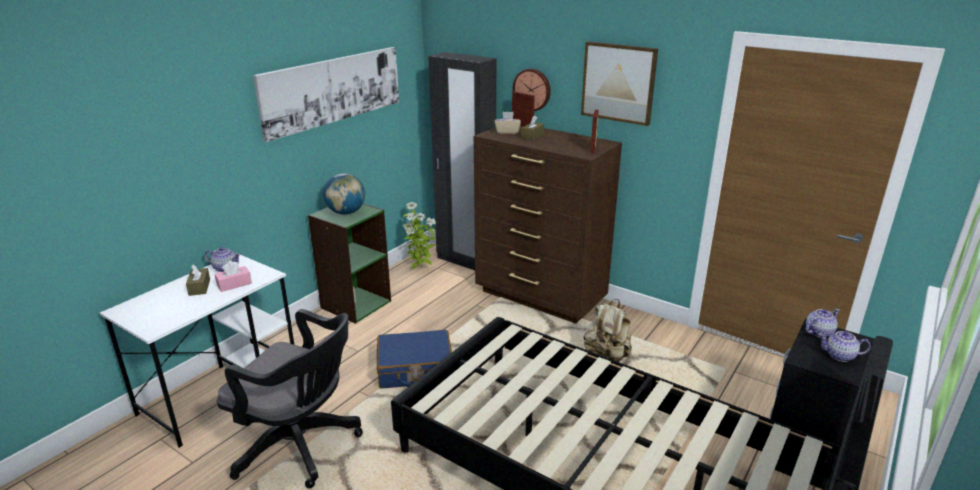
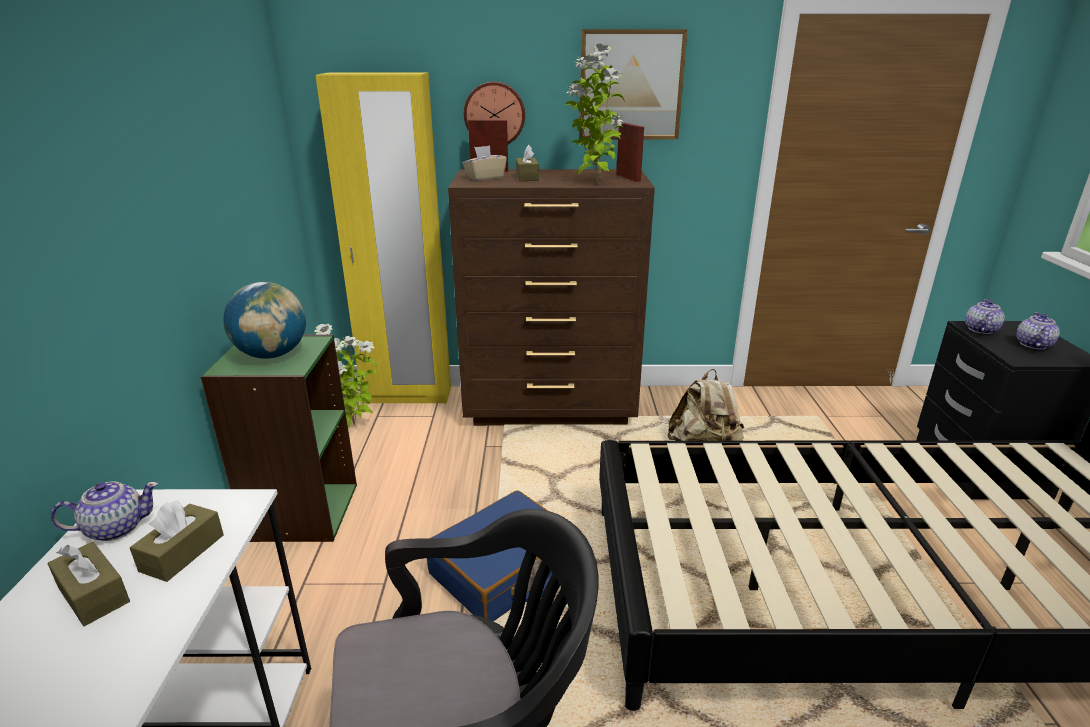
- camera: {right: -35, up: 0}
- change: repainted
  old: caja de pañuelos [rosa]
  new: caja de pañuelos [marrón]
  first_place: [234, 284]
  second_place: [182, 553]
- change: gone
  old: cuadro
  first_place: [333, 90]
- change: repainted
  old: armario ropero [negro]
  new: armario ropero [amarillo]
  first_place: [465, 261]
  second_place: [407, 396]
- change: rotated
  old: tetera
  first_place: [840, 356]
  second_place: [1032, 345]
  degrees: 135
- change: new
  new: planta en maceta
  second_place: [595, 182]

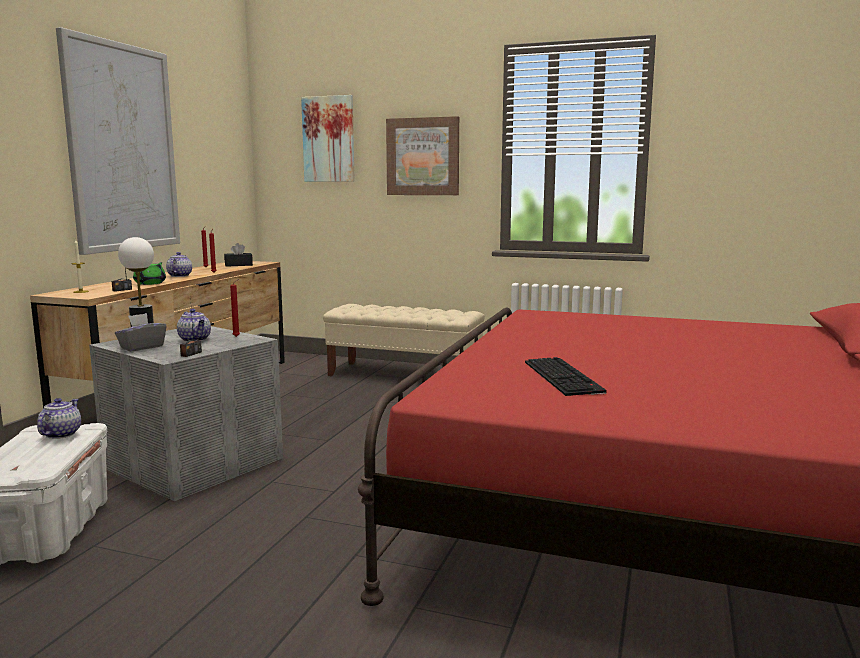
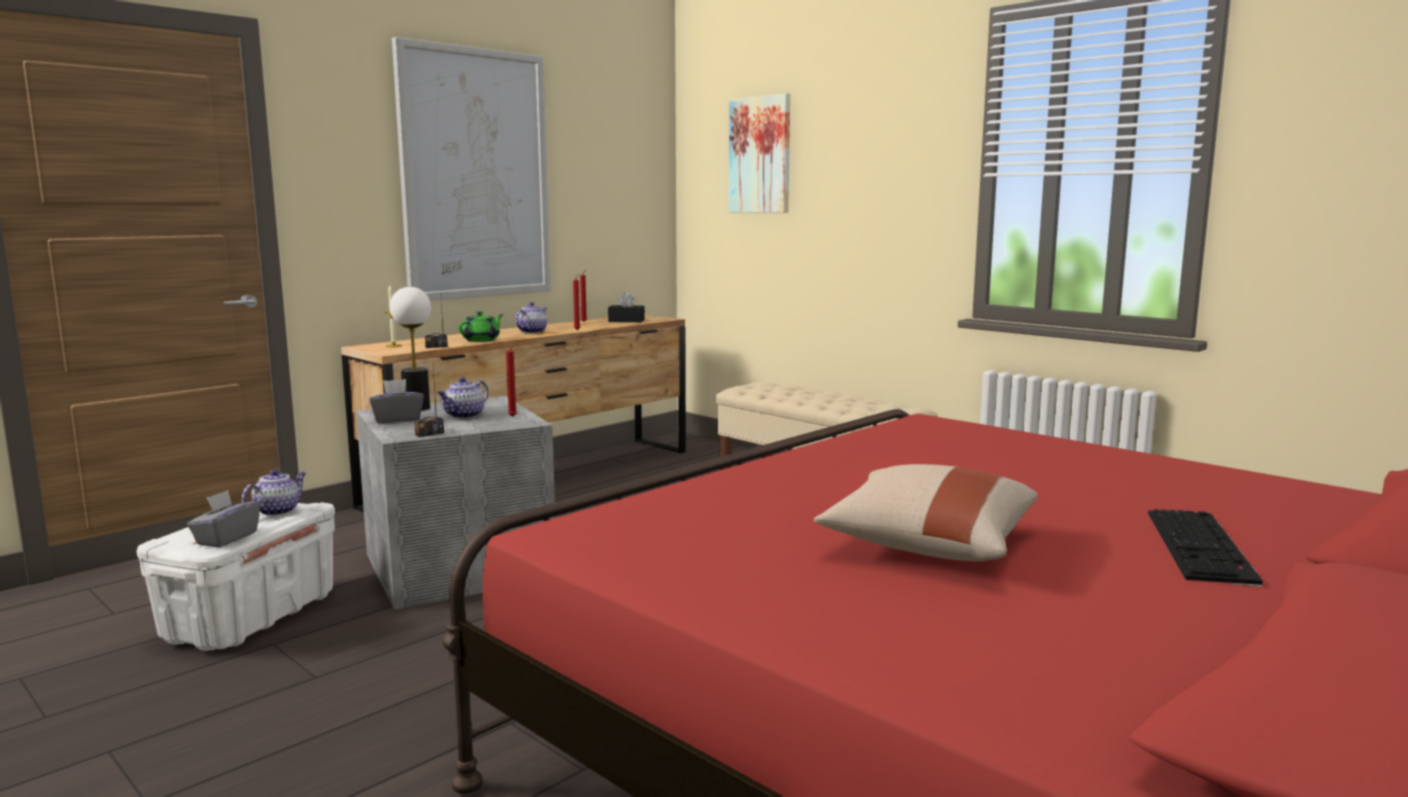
- camera: {right: 25, up: 0}
- change: rotated
  old: tetera
  first_place: [195, 339]
  second_place: [464, 416]
  degrees: 45
- change: gone
  old: cuadro
  first_place: [423, 157]
- change: shifted
  old: teclado
  first_place: [564, 377]
  second_place: [1203, 547]
- change: new
  new: caja de pañuelos [gris]
  second_place: [226, 538]
- change: new
  new: cojín [beis]
  second_place: [928, 544]

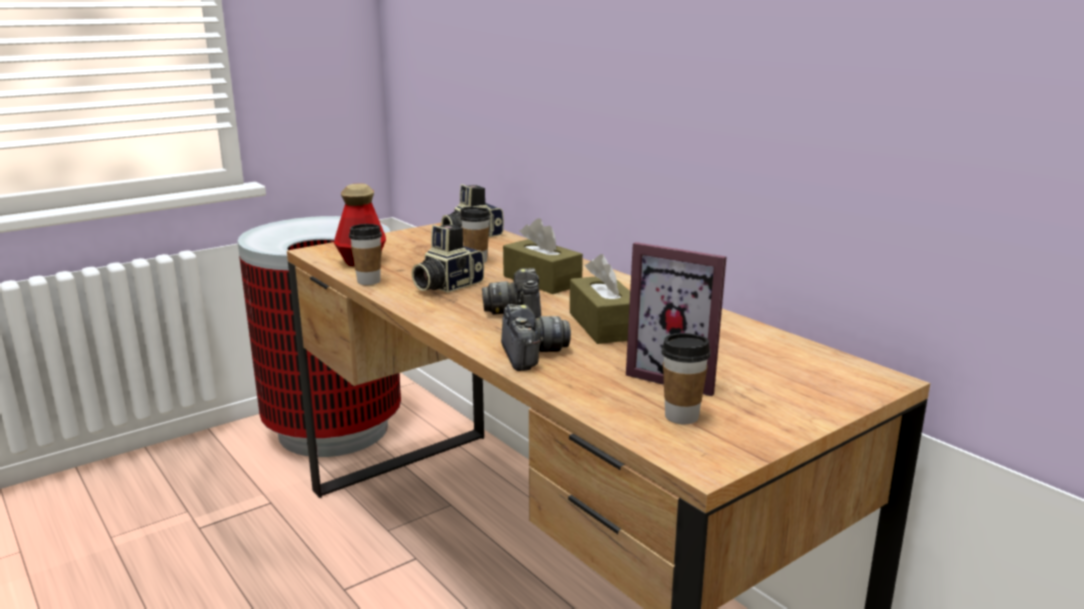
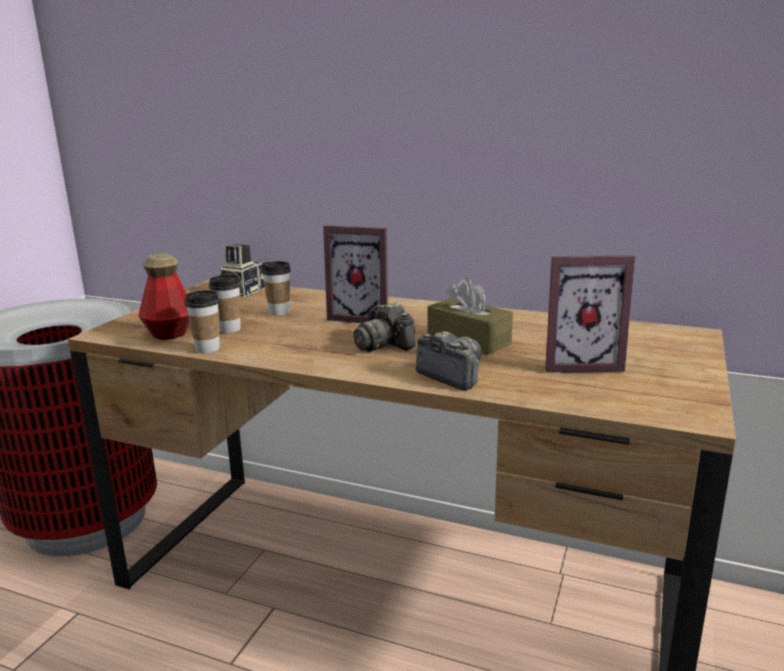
- camera: {right: -30, up: 0}
- change: gone
  old: cámara
  first_place: [446, 285]
- change: swapped
  old: caja de pañuelos [marrón]
  new: portarretratos
  first_place: [542, 281]
  second_place: [362, 317]
- change: shifted
  old: taza
  first_place: [681, 416]
  second_place: [229, 329]

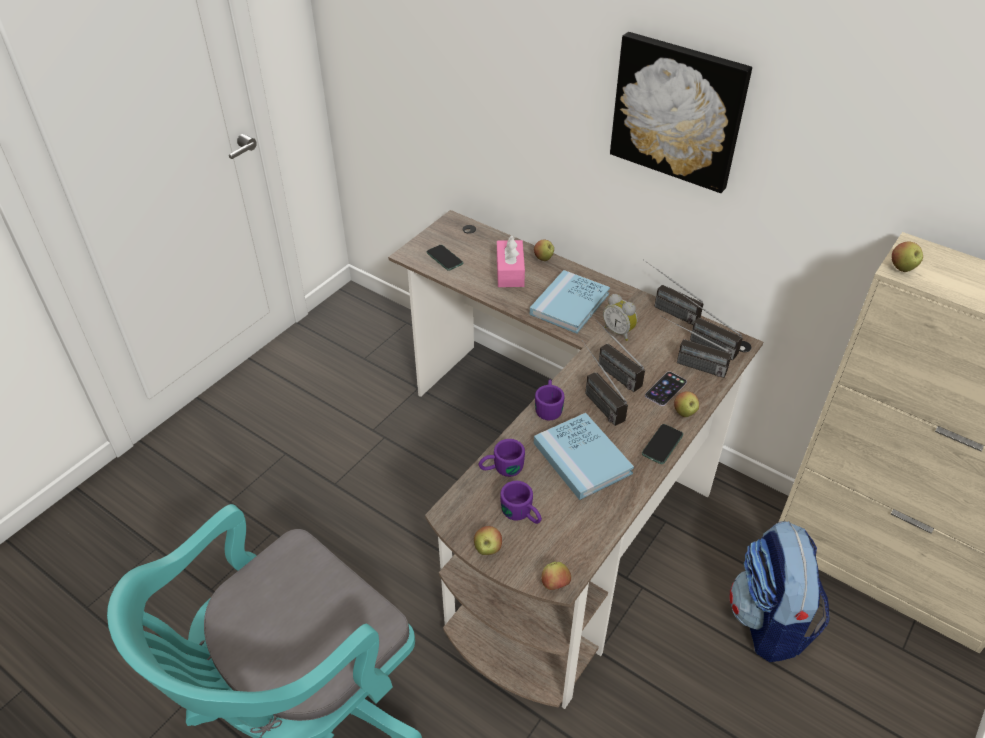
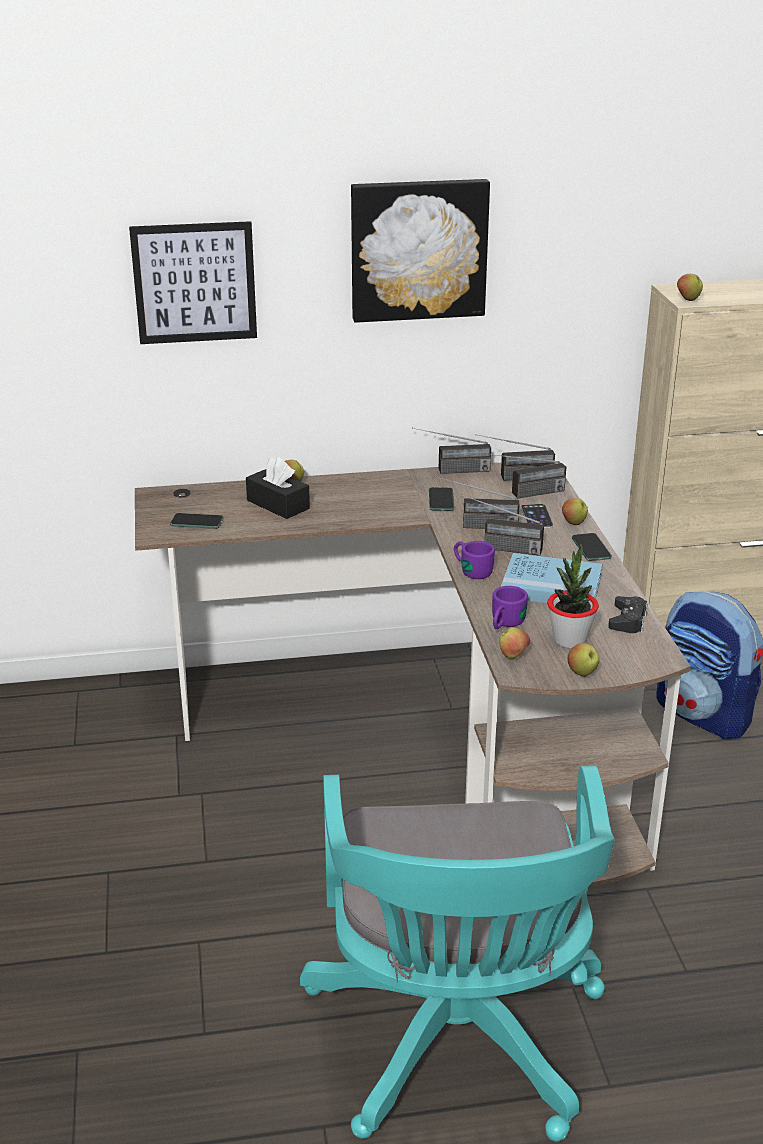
- camera: {right: -45, up: -15}
- change: repainted
  old: caja de pañuelos [rosa]
  new: caja de pañuelos [negro]
  first_place: [510, 272]
  second_place: [278, 504]
- change: swapped
  old: taza grande [morado]
  new: planta en maceta
  first_place: [522, 514]
  second_place: [569, 640]
- change: gone
  old: libro [azul]
  first_place: [569, 304]
- change: shifted
  old: manzana
  first_place: [555, 585]
  second_place: [513, 656]
- change: swapped
  old: despertador
  new: móvil
  first_place: [619, 331]
  second_place: [441, 500]
- change: new
  new: cuadro
  second_place: [194, 283]
- change: new
  new: mando de consola [negro]
  second_place: [628, 620]

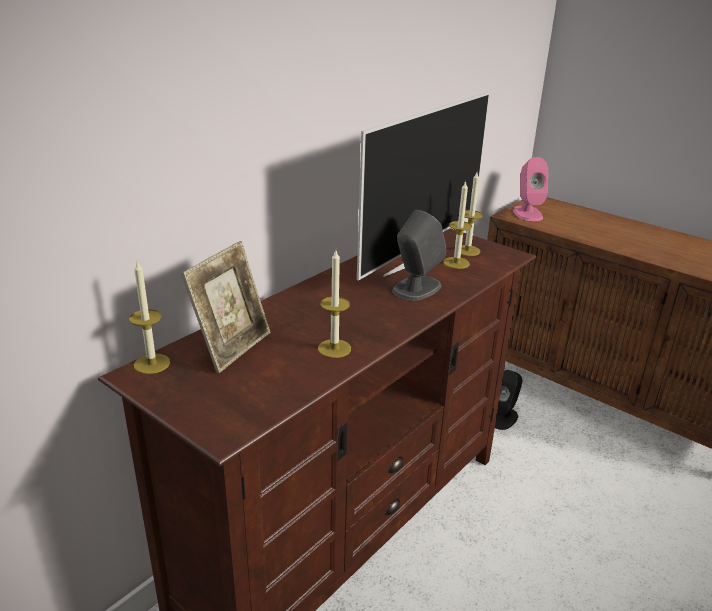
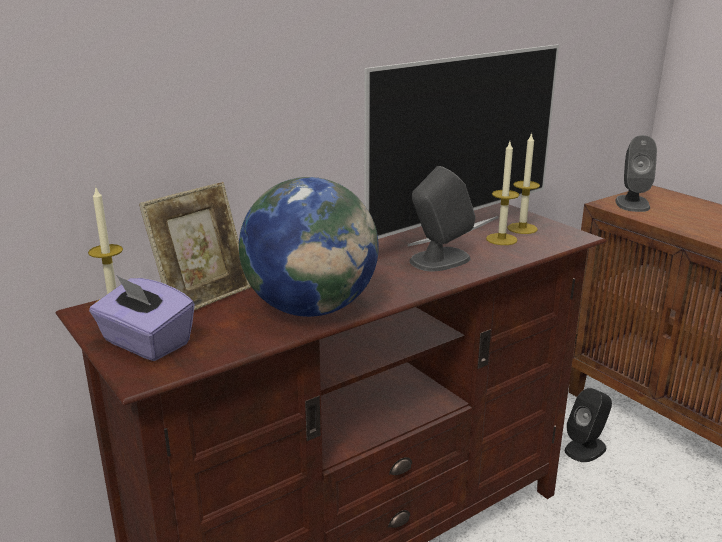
- camera: {right: 15, up: -5}
- change: swapped
  old: vela
  new: globo terráqueo
  first_place: [334, 348]
  second_place: [311, 308]
- change: repainted
  old: altavoz [rosa]
  new: altavoz [gris]
  first_place: [527, 213]
  second_place: [632, 204]
- change: new
  new: caja de pañuelos [morado]
  second_place: [145, 343]

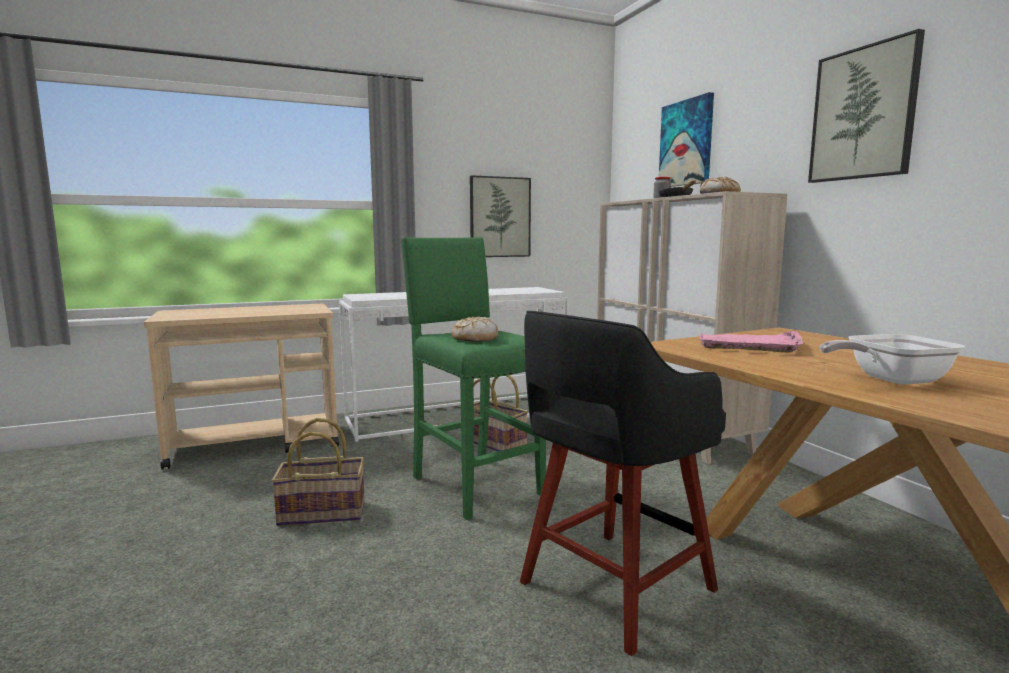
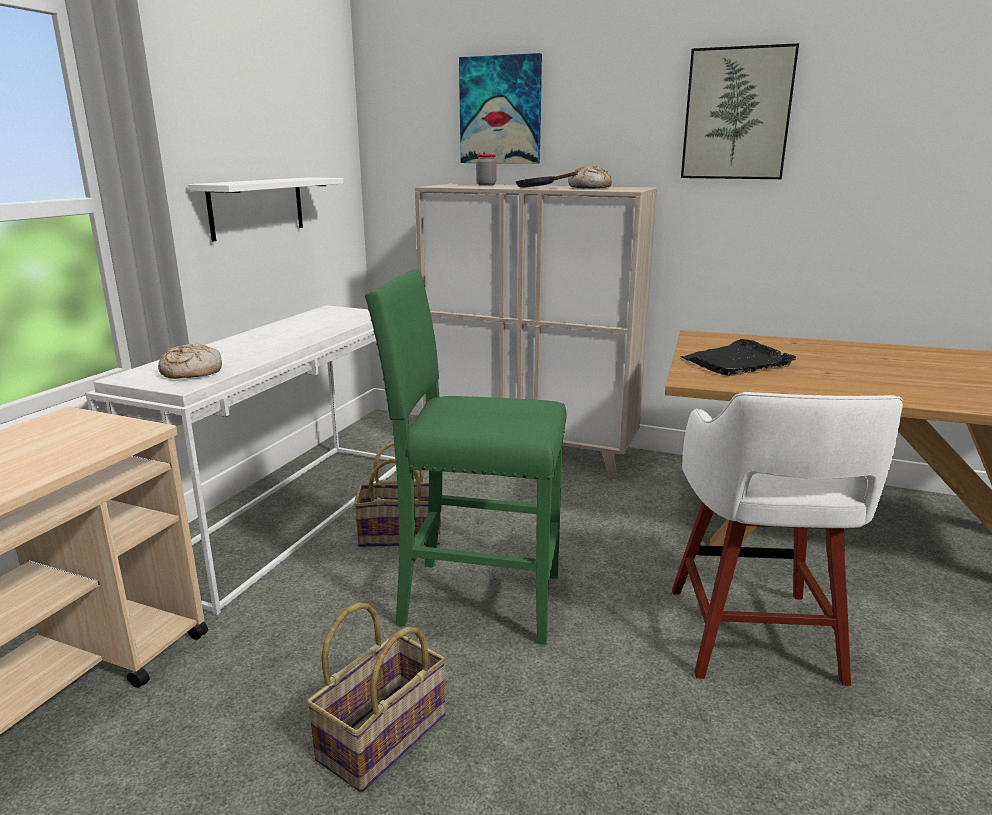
- camera: {right: -45, up: 10}
- change: shifted
  old: pan
  first_place: [474, 339]
  second_place: [191, 372]
- change: swapped
  old: cuadro
  new: estante [blanco]
  first_place: [499, 217]
  second_place: [257, 207]
- change: repainted
  old: taburete [negro]
  new: taburete [blanco]
  first_place: [612, 588]
  second_place: [753, 638]
- change: repainted
  old: bandeja [rosa]
  new: bandeja [negro]
  first_place: [749, 345]
  second_place: [737, 362]
- change: gone
  old: sartén
  first_place: [889, 380]

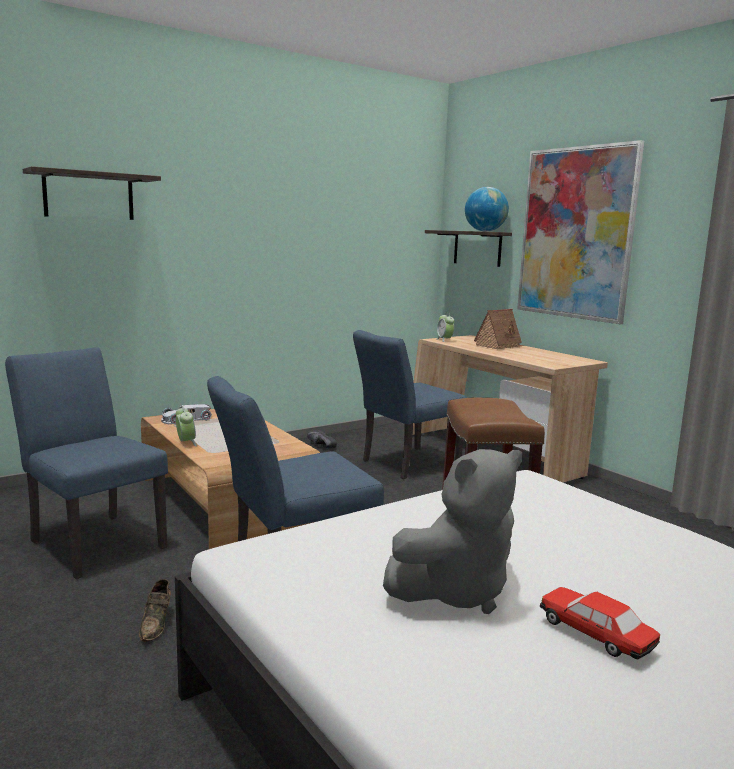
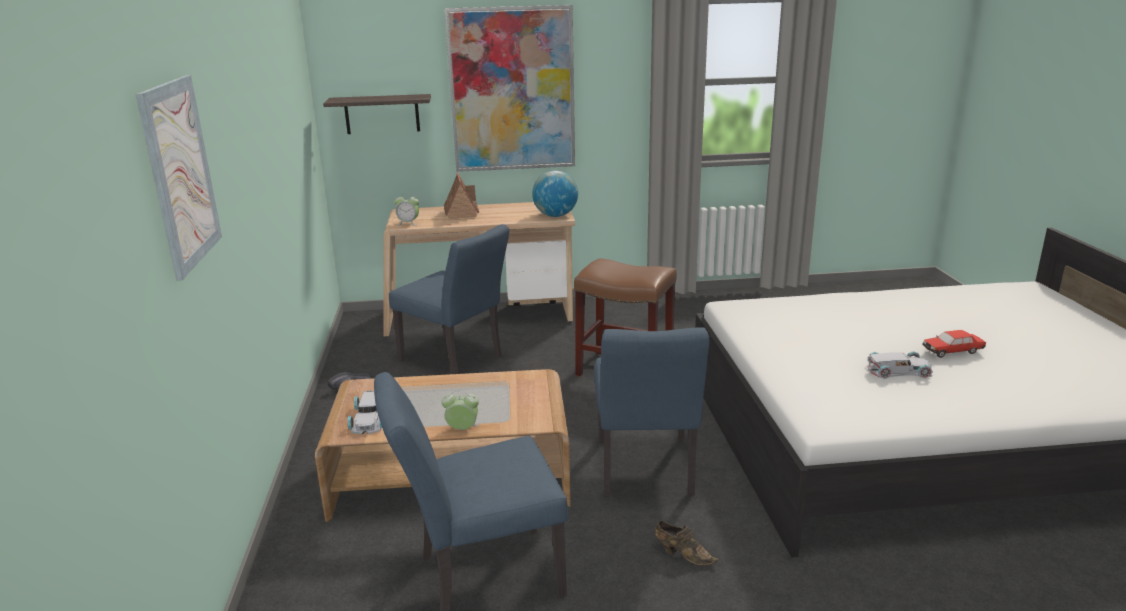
- camera: {right: -60, up: 10}
- change: swapped
  old: estante
  new: cuadro
  first_place: [89, 196]
  second_place: [181, 174]
- change: rotated
  old: silla [azul]
  first_place: [405, 464]
  second_place: [456, 360]
  degrees: -45
- change: swapped
  old: peluche [gris]
  new: coche de juguete [blanco]
  first_place: [455, 592]
  second_place: [899, 371]
- change: shifted
  old: globo terráqueo
  first_place: [484, 231]
  second_place: [555, 215]

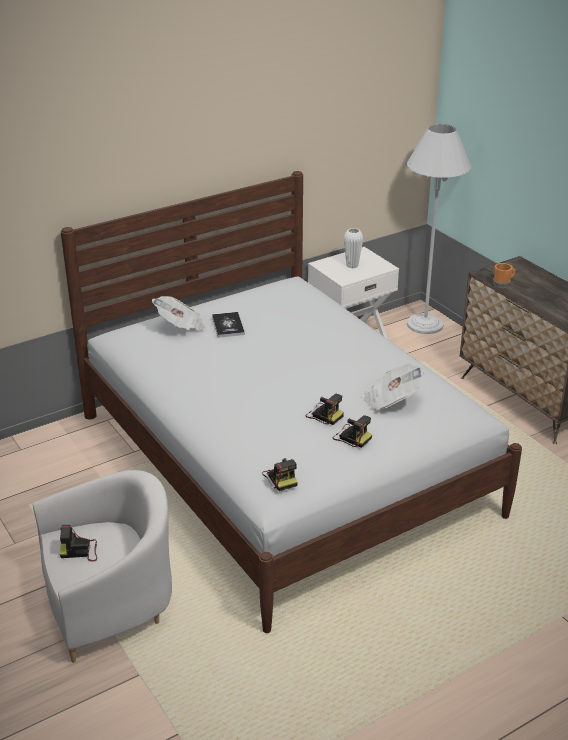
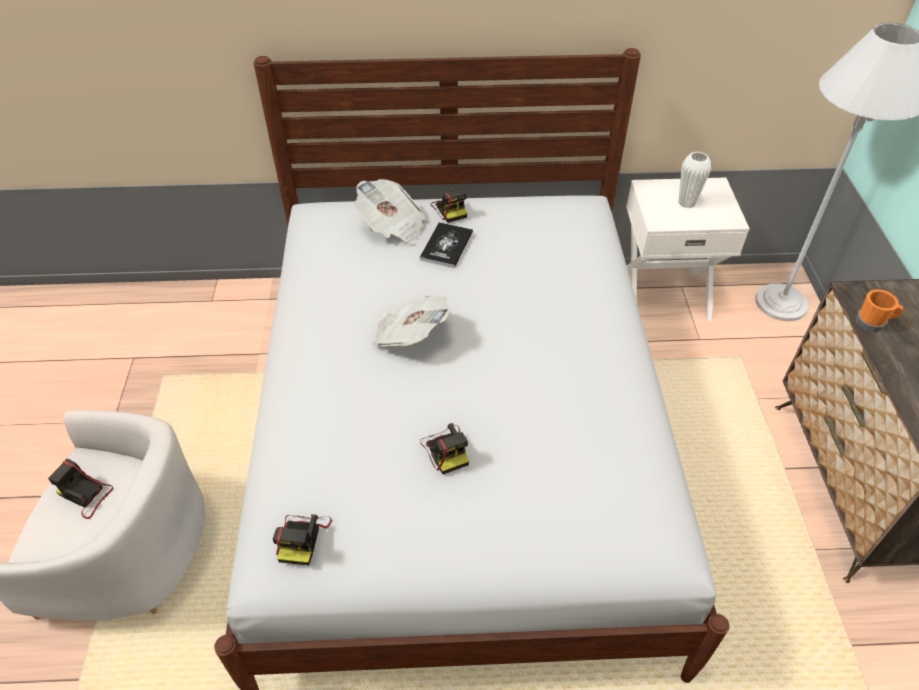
- camera: {right: 30, up: 15}
- change: shifted
  old: cámara
  first_place: [351, 437]
  second_place: [450, 209]
- change: shifted
  old: periódico
  first_place: [390, 400]
  second_place: [410, 335]

